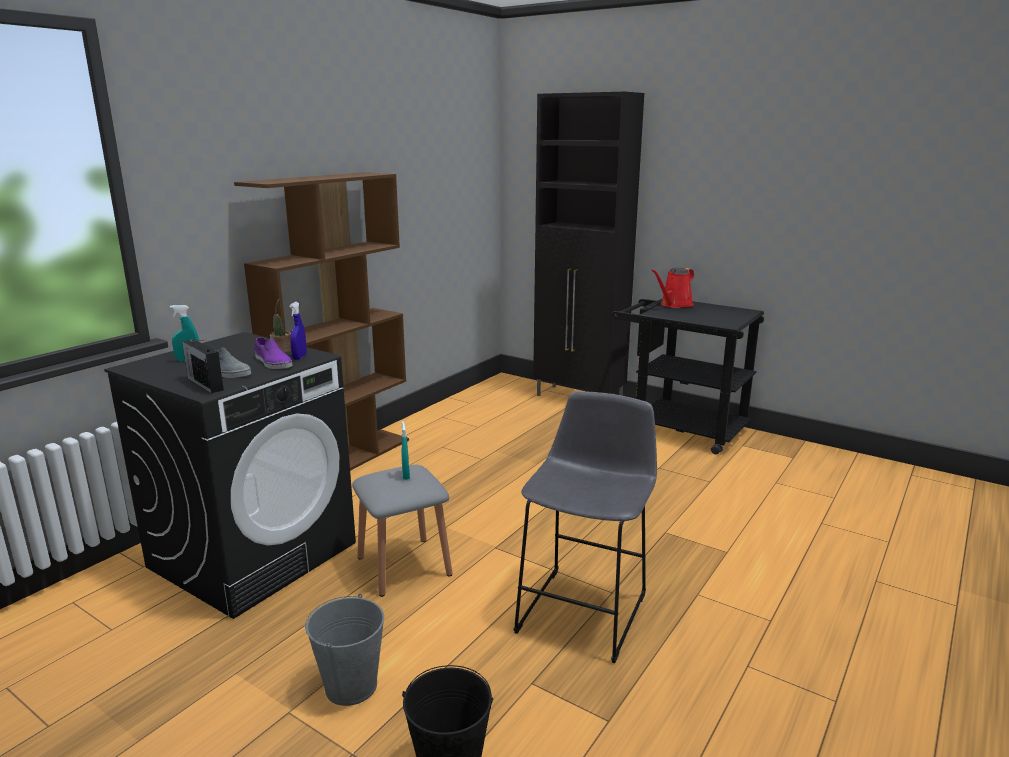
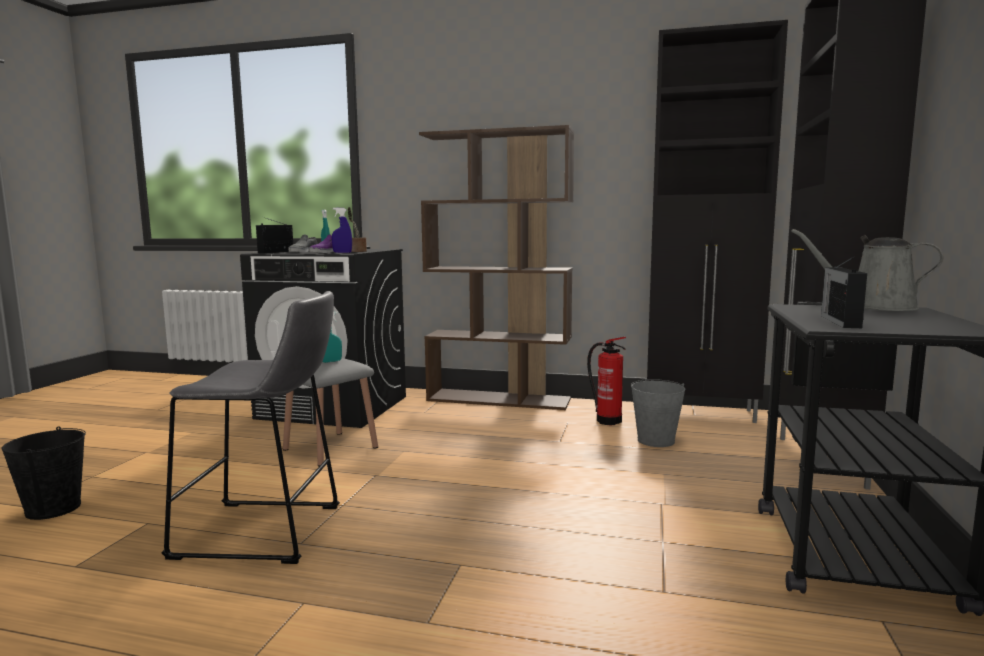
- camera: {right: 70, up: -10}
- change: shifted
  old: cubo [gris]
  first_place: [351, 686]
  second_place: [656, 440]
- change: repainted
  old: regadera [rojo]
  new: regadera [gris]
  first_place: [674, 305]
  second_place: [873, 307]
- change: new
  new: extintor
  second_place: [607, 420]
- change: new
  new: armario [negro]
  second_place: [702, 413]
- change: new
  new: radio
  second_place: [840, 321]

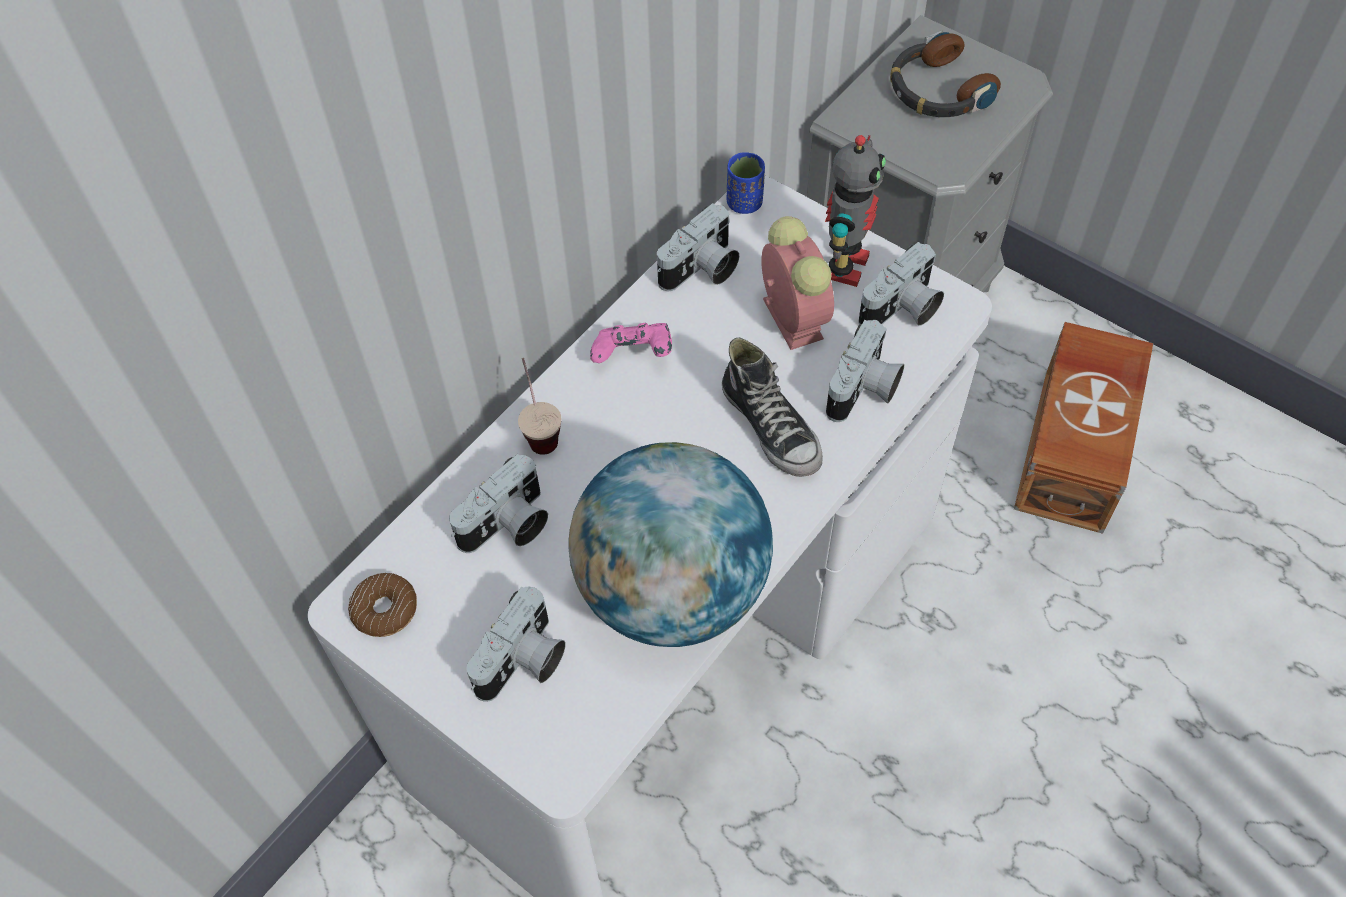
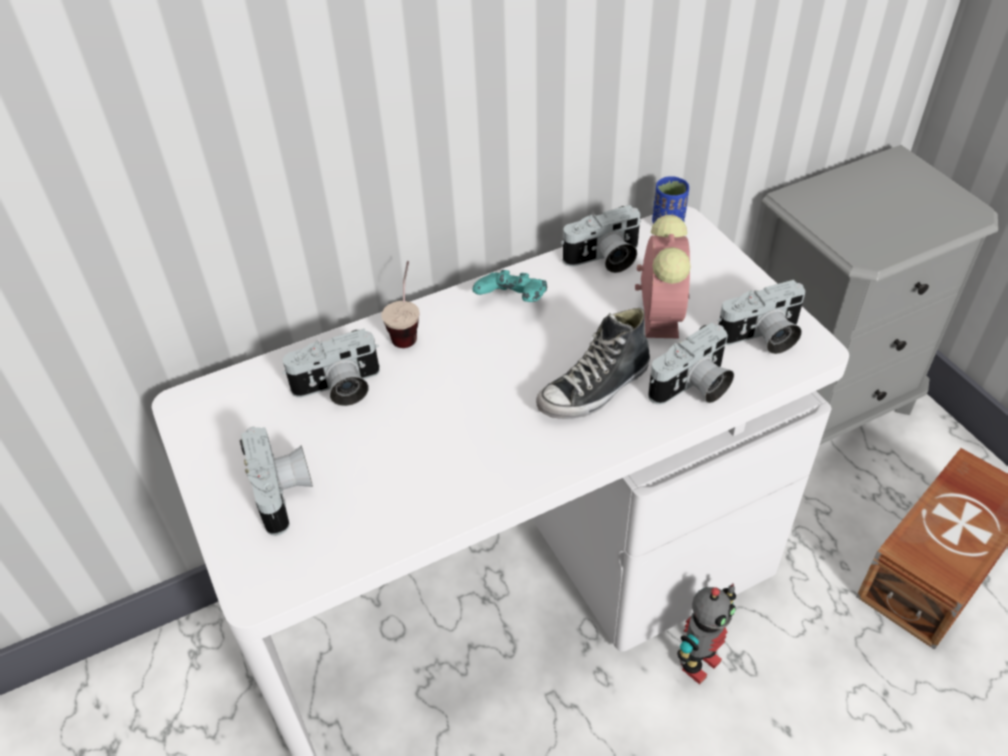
- camera: {right: 25, up: -10}
- change: gone
  old: rosquilla
  first_place: [385, 610]
- change: rotated
  old: cámara
  first_place: [524, 663]
  second_place: [284, 492]
  degrees: -75
- change: gone
  old: globo terráqueo
  first_place: [672, 590]
- change: repainted
  old: mando de consola [rosa]
  new: mando de consola [turquesa]
  first_place: [633, 356]
  second_place: [512, 302]
- change: rotated
  old: zapato
  first_place: [771, 427]
  second_place: [595, 389]
  degrees: 60
- change: shifted
  old: robot de juguete
  first_place: [845, 266]
  second_place: [698, 663]
- change: gone
  old: auriculares
  first_place: [937, 90]

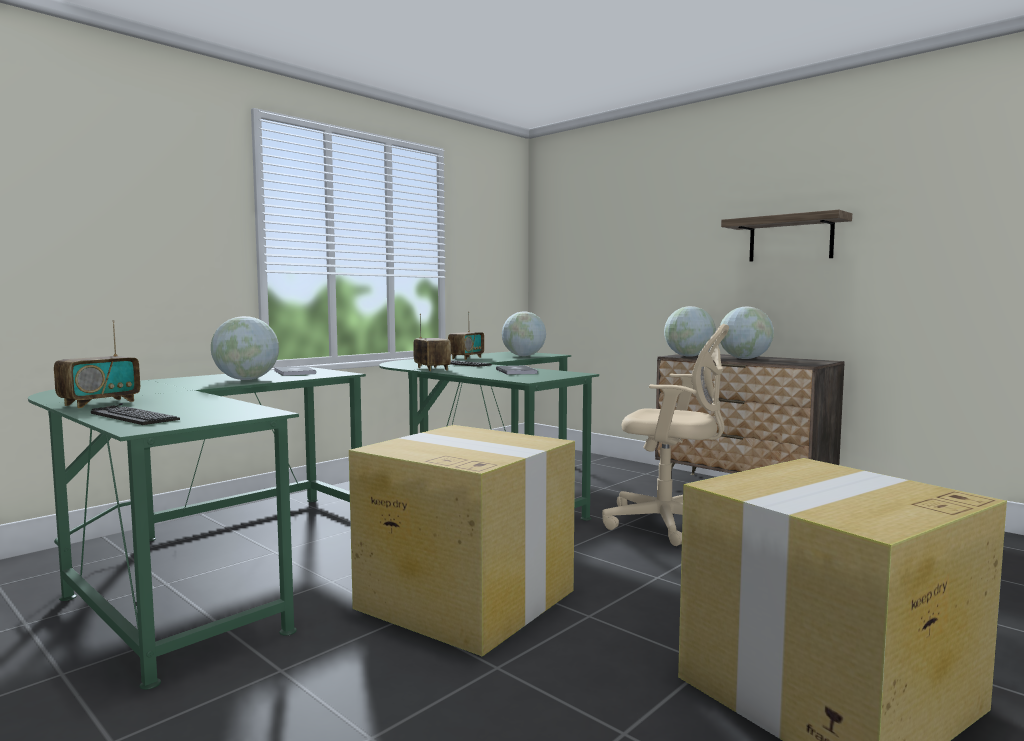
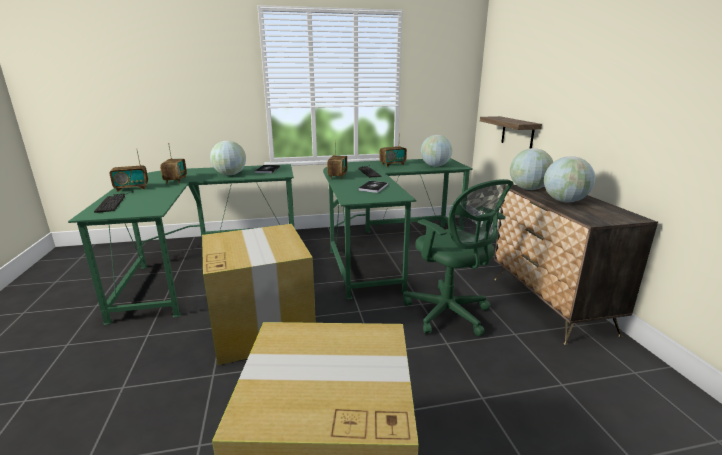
- camera: {right: 35, up: 15}
- change: repainted
  old: silla de oficina [beis]
  new: silla de oficina [verde]
  first_place: [670, 524]
  second_place: [449, 314]
- change: shifted
  old: estante
  first_place: [790, 239]
  second_place: [517, 133]
- change: new
  new: radio
  second_place: [175, 180]

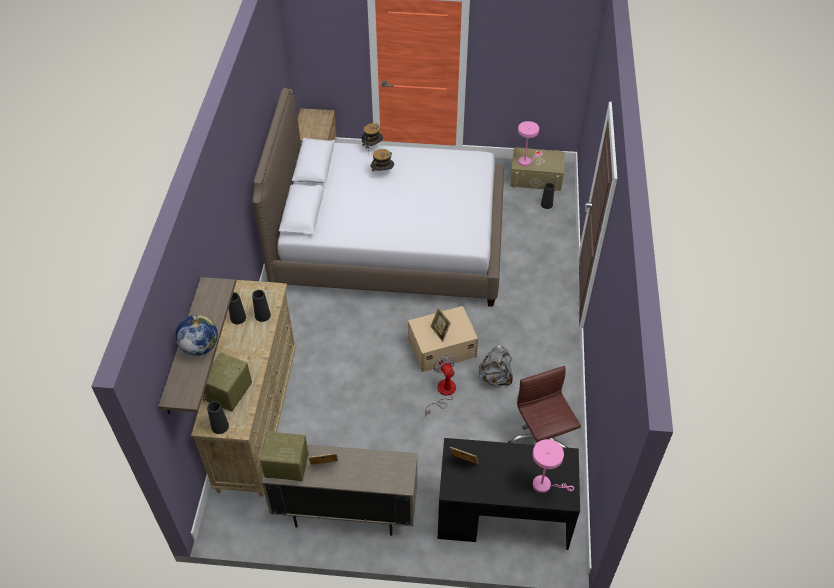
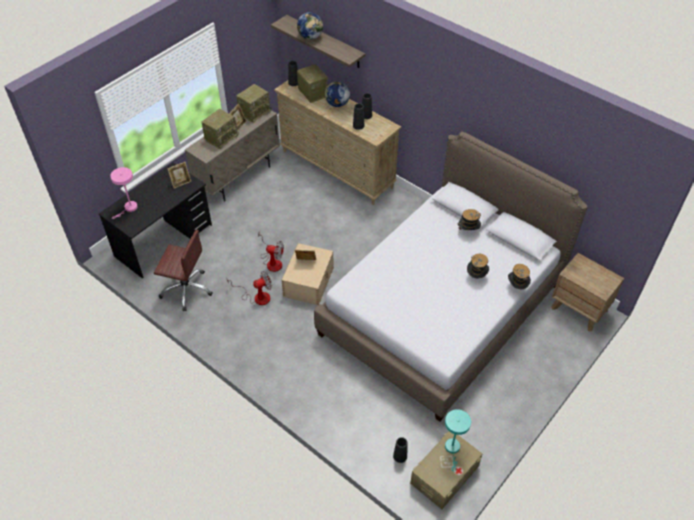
- camera: {right: 125, up: 0}
- change: swapped
  old: mochila [gris]
  new: ventilador
  first_place: [495, 377]
  second_place: [256, 297]
- change: repainted
  old: lámpara de mesa [rosa]
  new: lámpara de mesa [turquesa]
  first_place: [526, 161]
  second_place: [452, 449]
- change: new
  new: radio
  second_place: [221, 138]
- change: new
  new: globo terráqueo
  second_place: [337, 104]
- change: new
  new: sombrero
  second_place: [468, 231]

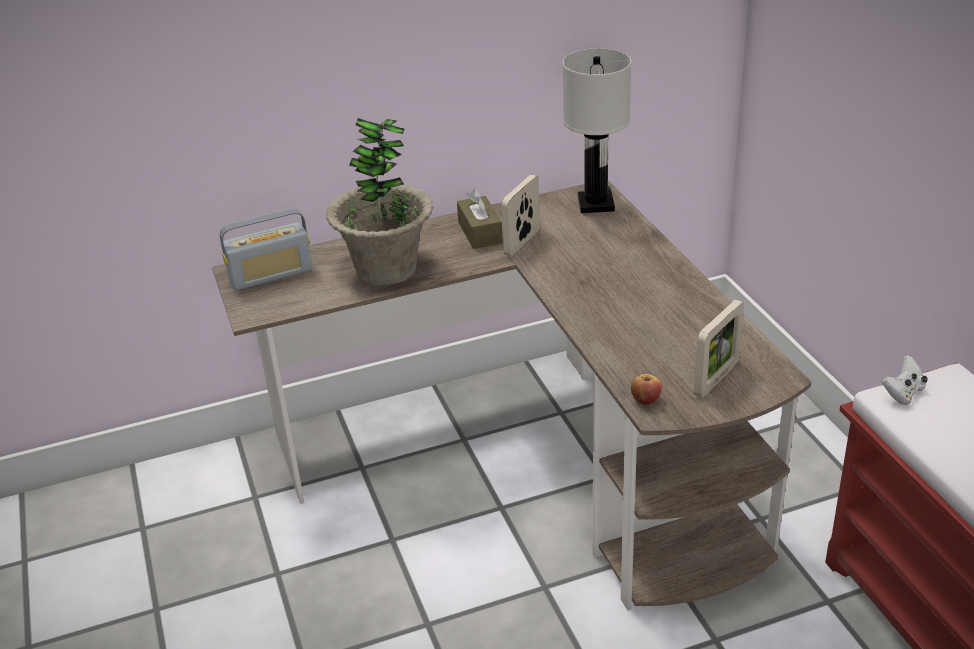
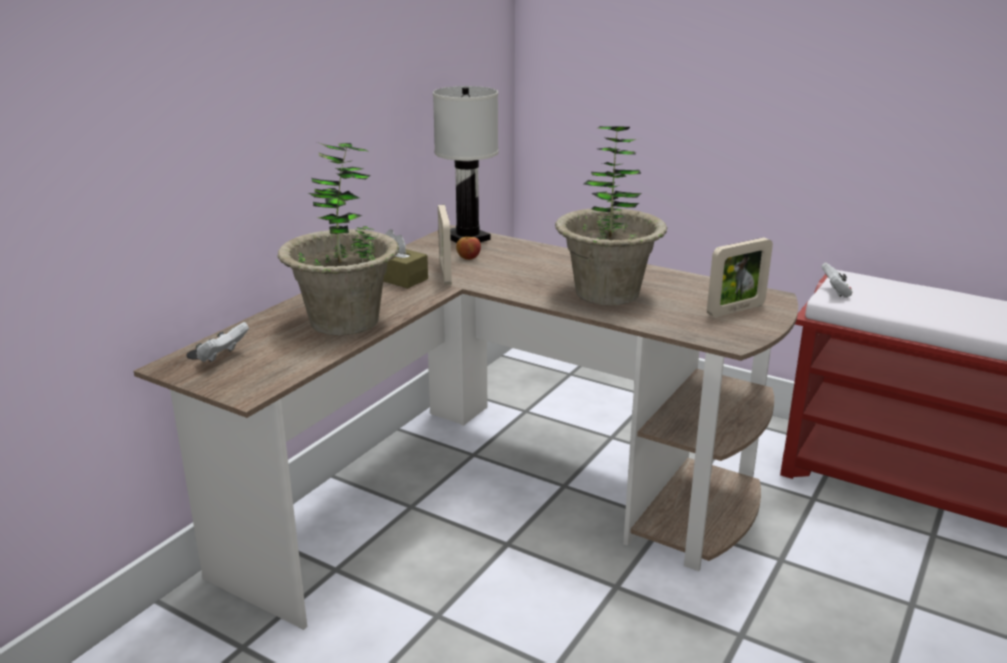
- camera: {right: -40, up: -10}
- change: swapped
  old: radio
  new: mando de consola [blanco]
  first_place: [271, 275]
  second_place: [223, 356]
- change: shifted
  old: manzana
  first_place: [645, 400]
  second_place: [468, 258]
- change: rotated
  old: portarretratos
  first_place: [716, 379]
  second_place: [735, 310]
  degrees: 60
- change: new
  new: planta en maceta
  second_place: [607, 293]

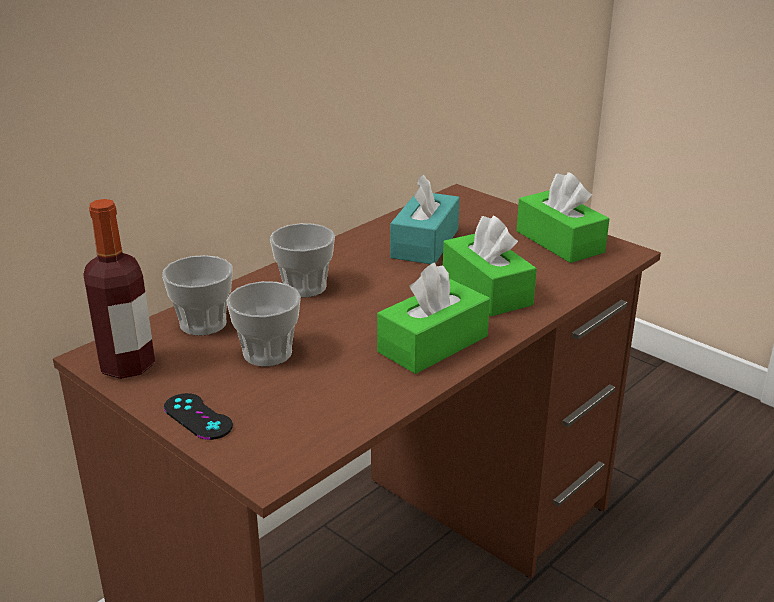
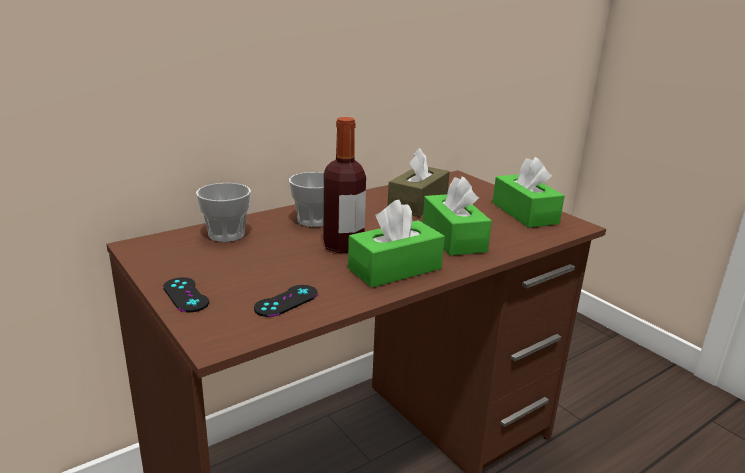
- camera: {right: 10, up: -5}
- change: shifted
  old: botella
  first_place: [127, 365]
  second_place: [343, 246]
- change: gone
  old: taza
  first_place: [267, 353]
- change: repainted
  old: caja de pañuelos [turquesa]
  new: caja de pañuelos [marrón]
  first_place: [425, 243]
  second_place: [418, 203]
- change: new
  new: mando de consola [negro]
  second_place: [286, 301]

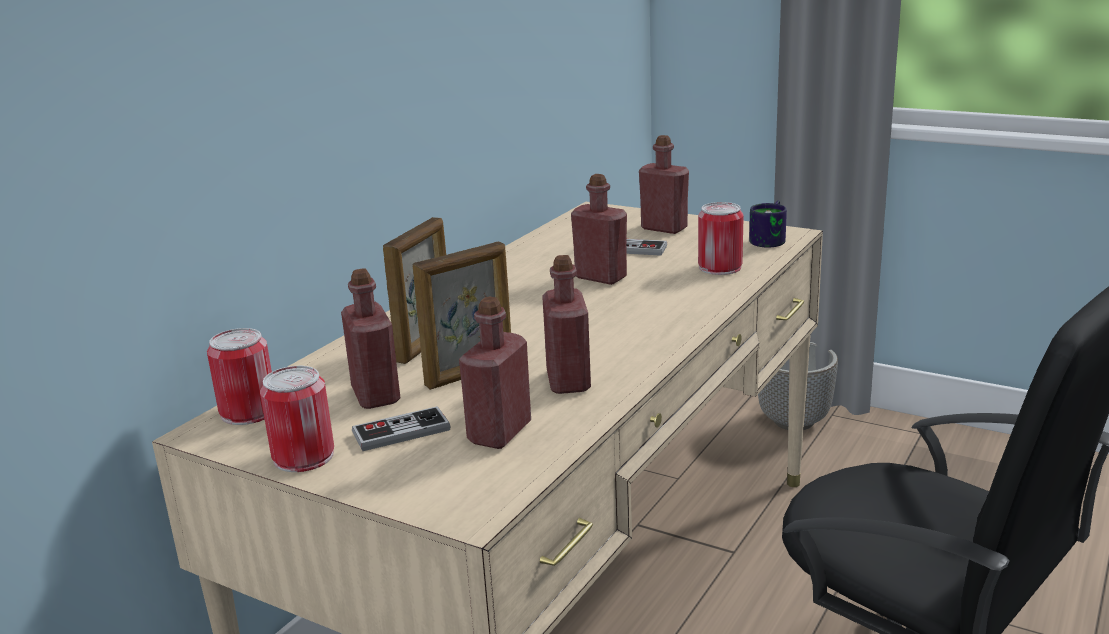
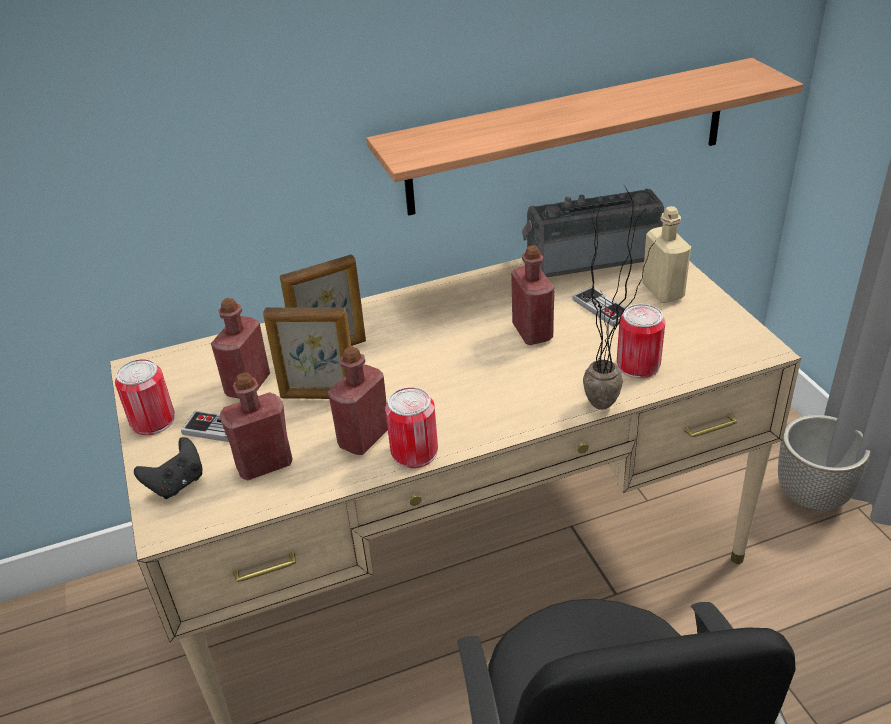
- camera: {right: 40, up: 15}
- change: shifted
  old: lata
  first_place: [248, 411]
  second_place: [414, 452]
- change: repainted
  old: botella [rojo]
  new: botella [beis]
  first_place: [664, 228]
  second_place: [663, 291]
- change: gone
  old: taza grande
  first_place: [772, 240]
- change: new
  new: mando de consola [negro]
  second_place: [177, 484]
- change: new
  new: estante
  second_place: [568, 137]
- change: new
  new: radio
  second_place: [590, 257]
- change: new
  new: planta en maceta
  second_place: [612, 402]

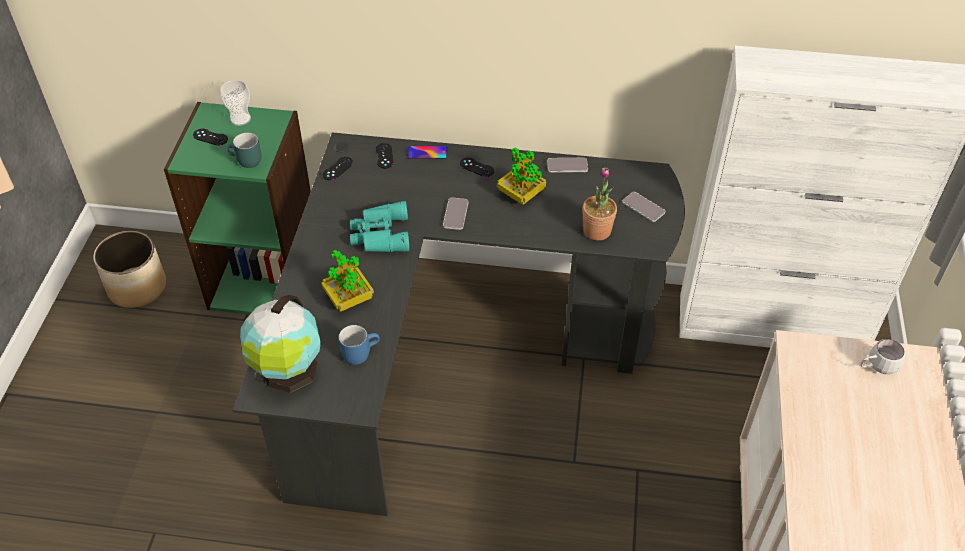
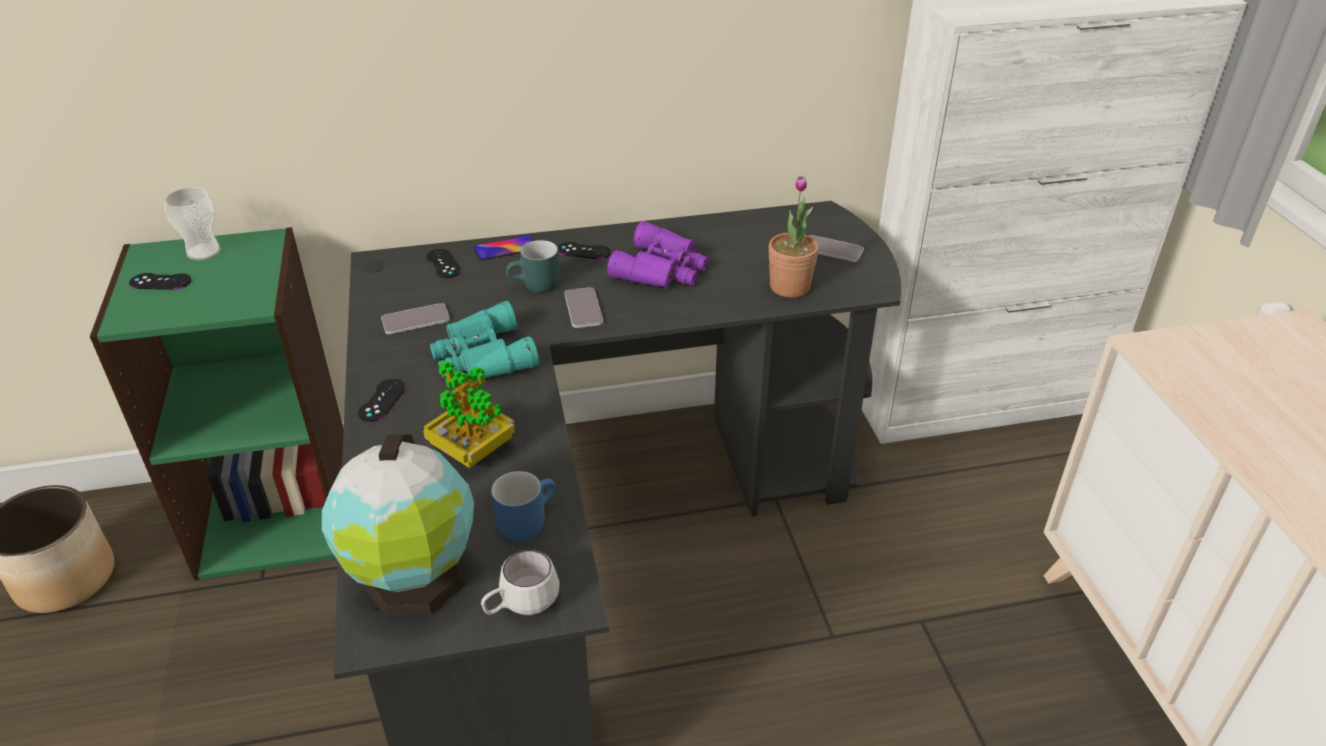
- camera: {right: -20, up: -10}
- change: shifted
  old: taza grande [turquesa]
  first_place: [245, 162]
  second_place: [536, 286]
- change: shifted
  old: mando de consola [negro]
  first_place: [337, 168]
  second_place: [382, 400]
- change: swapped
  old: planta en maceta
  new: prismáticos [morado]
  first_place: [521, 195]
  second_place: [663, 269]
- change: shifted
  old: móvil
  first_place: [567, 166]
  second_place: [415, 320]
- change: shifted
  old: taza grande [blanco]
  first_place: [877, 367]
  second_place: [521, 606]

